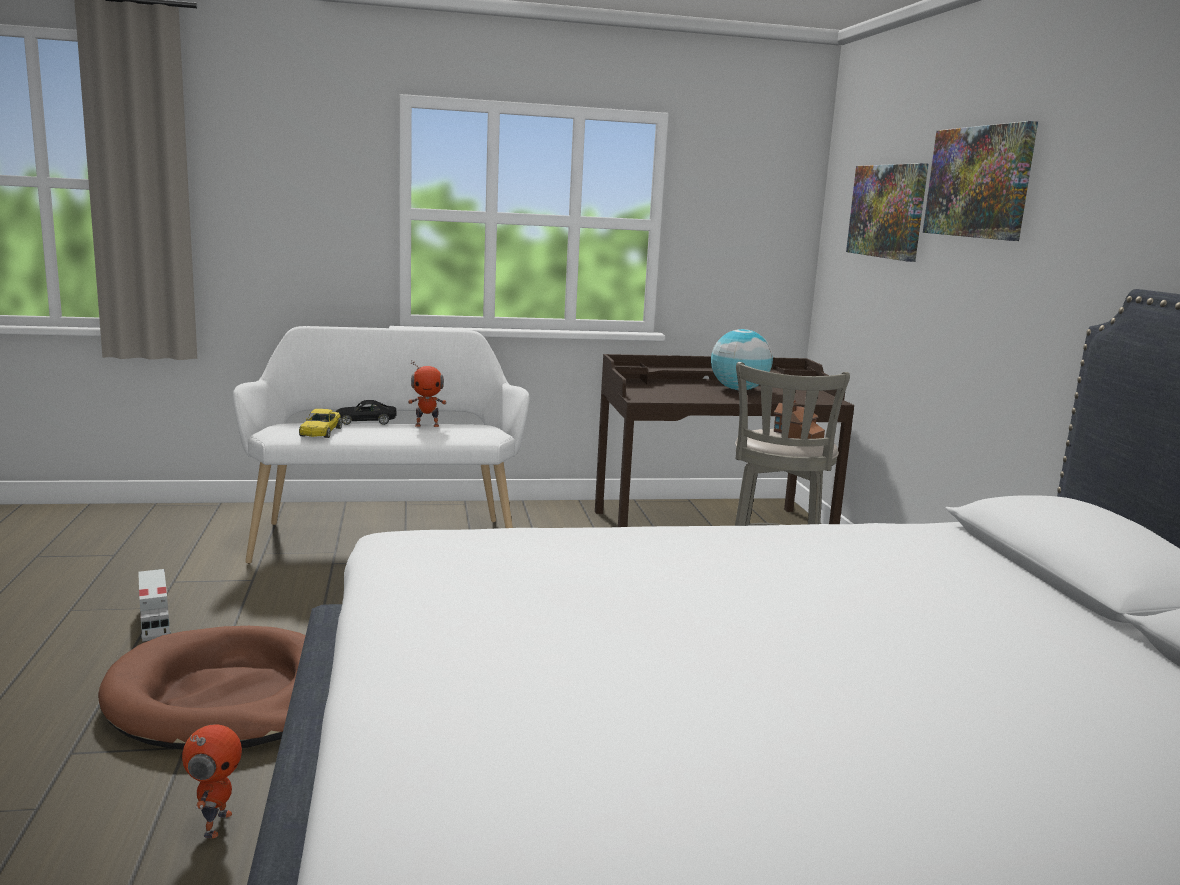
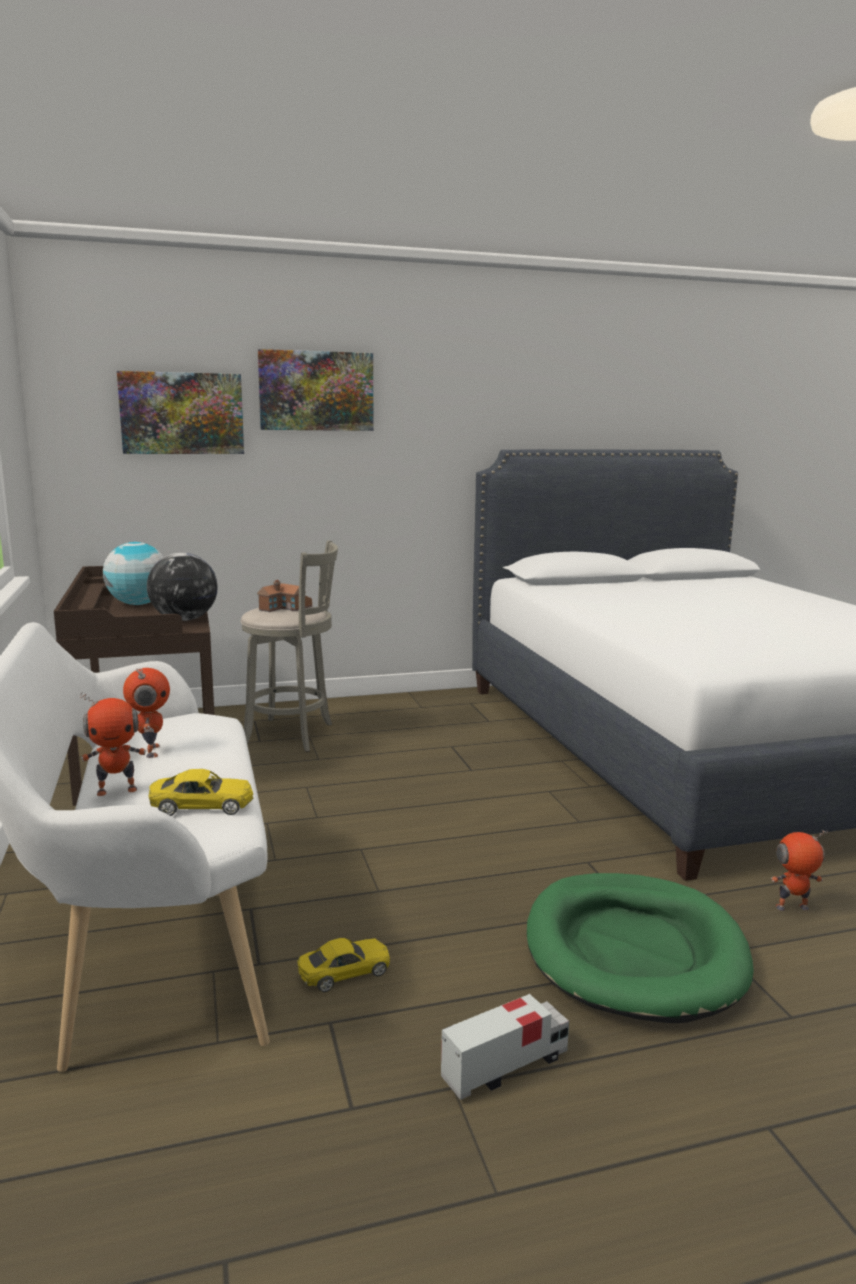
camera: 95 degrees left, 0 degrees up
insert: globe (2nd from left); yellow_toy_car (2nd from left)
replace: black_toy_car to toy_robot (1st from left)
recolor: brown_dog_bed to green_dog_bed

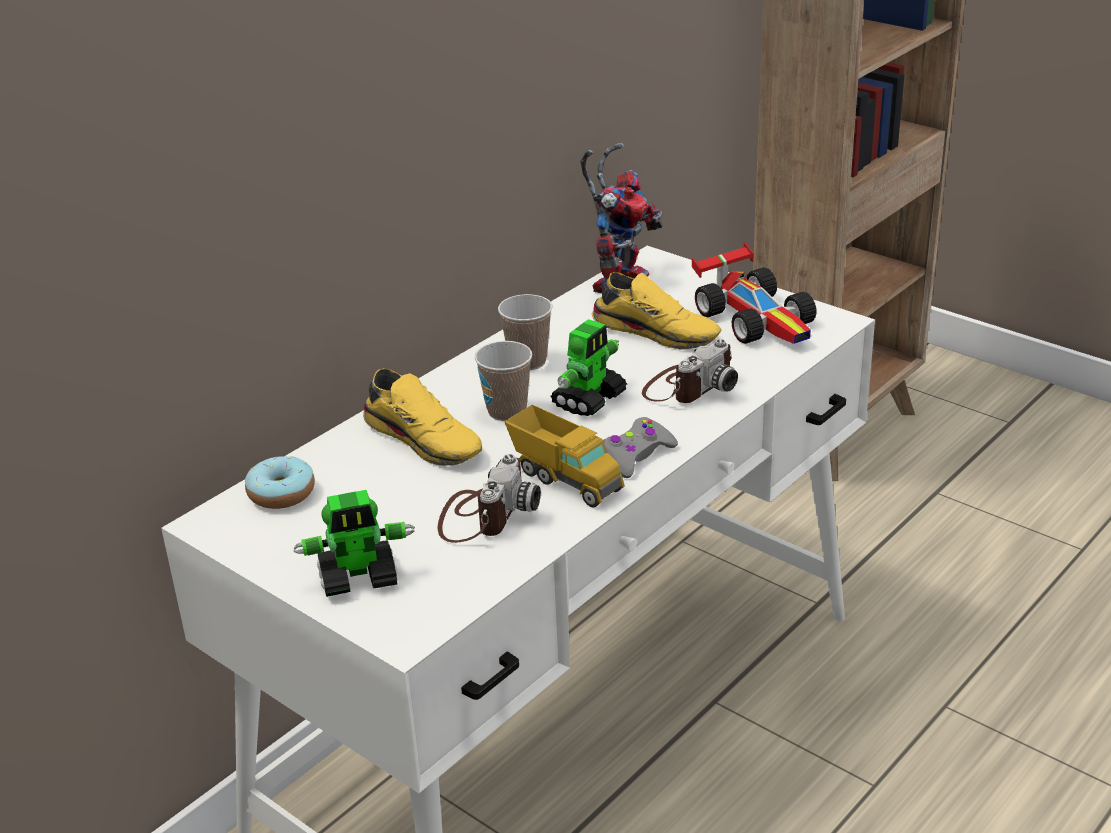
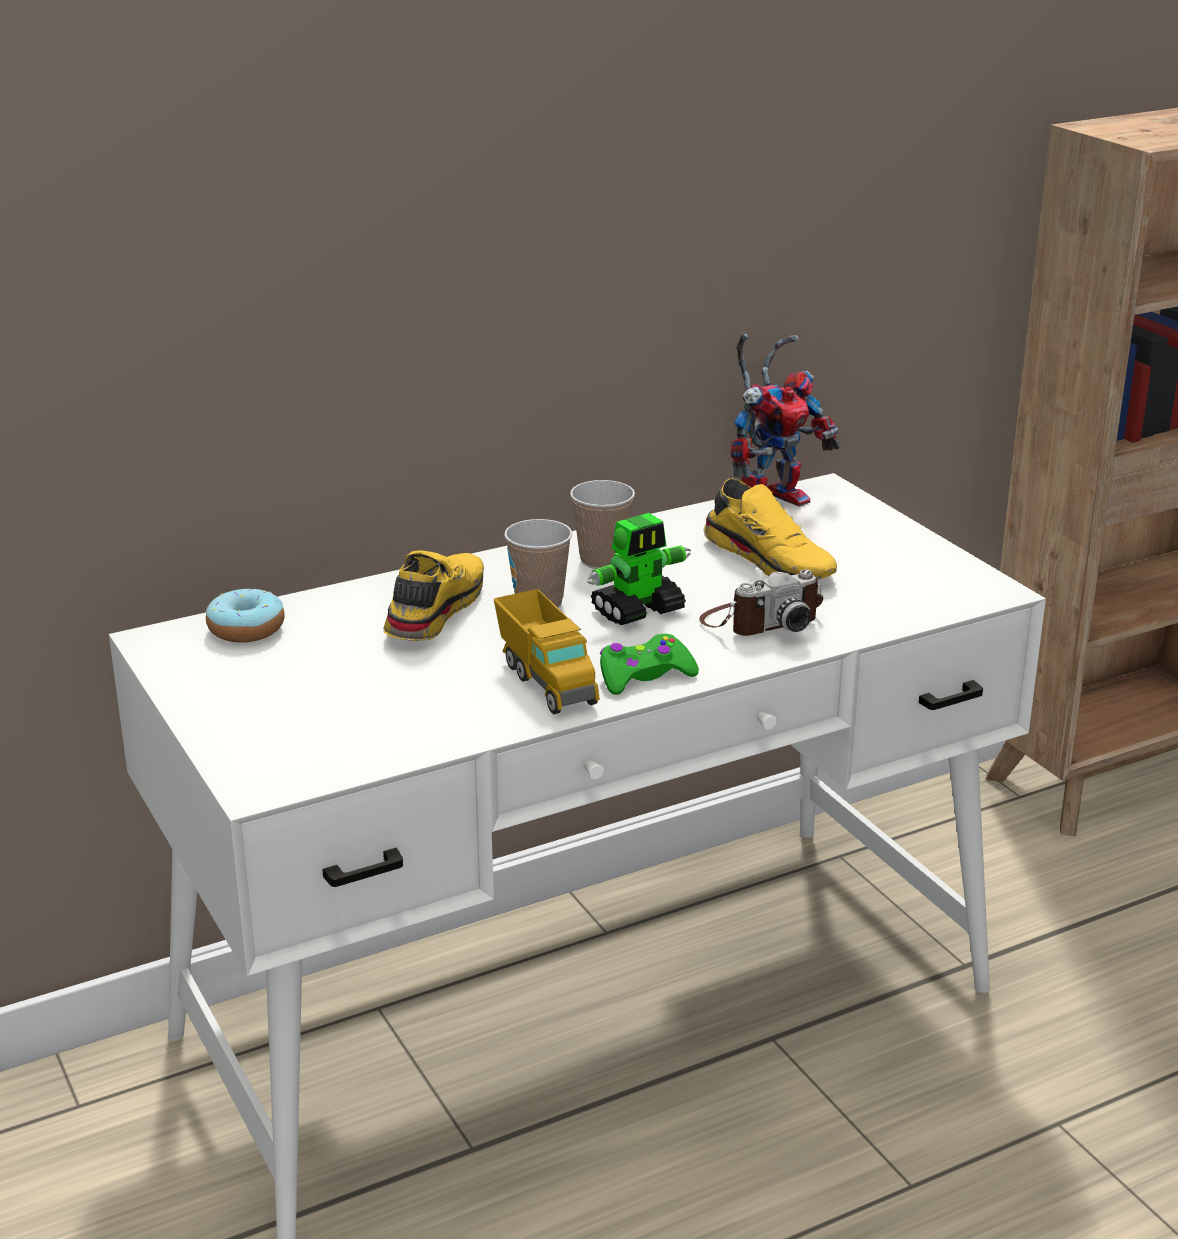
camera: 20 degrees right, 5 degrees down
delete: toy_robot (1st from left); photo_camera (1st from left); toy_car
recolor: grey_game_controller to green_game_controller
rotate: yellow_shoe (1st from left) 135 degrees counterclockwise

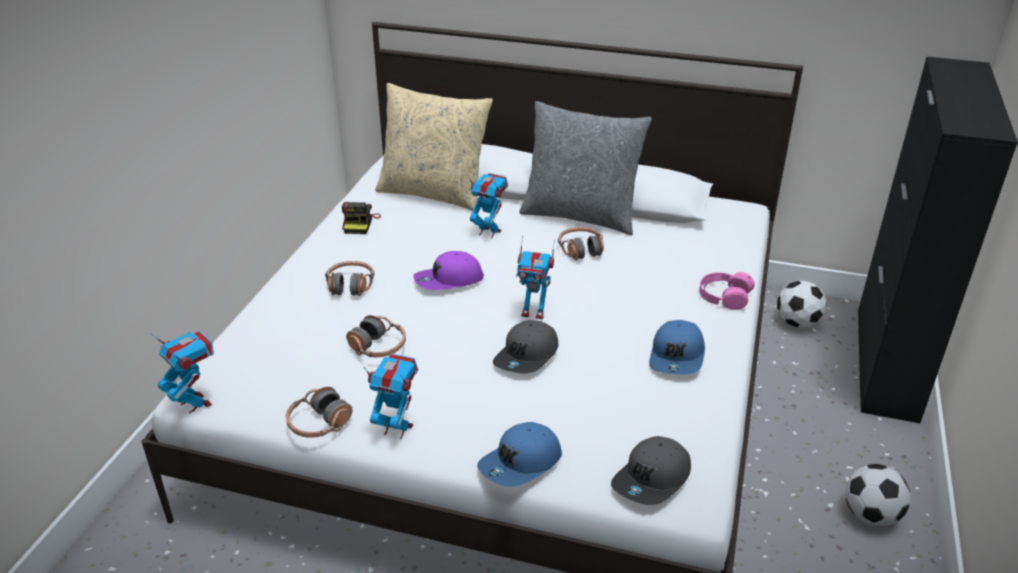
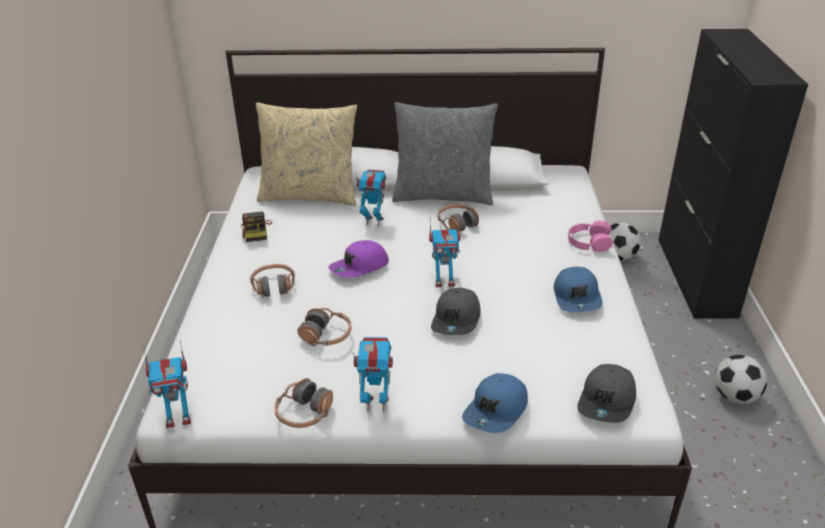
camera: 15 degrees left, 0 degrees up
rotate: toy_robot (1st from left) 135 degrees clockwise

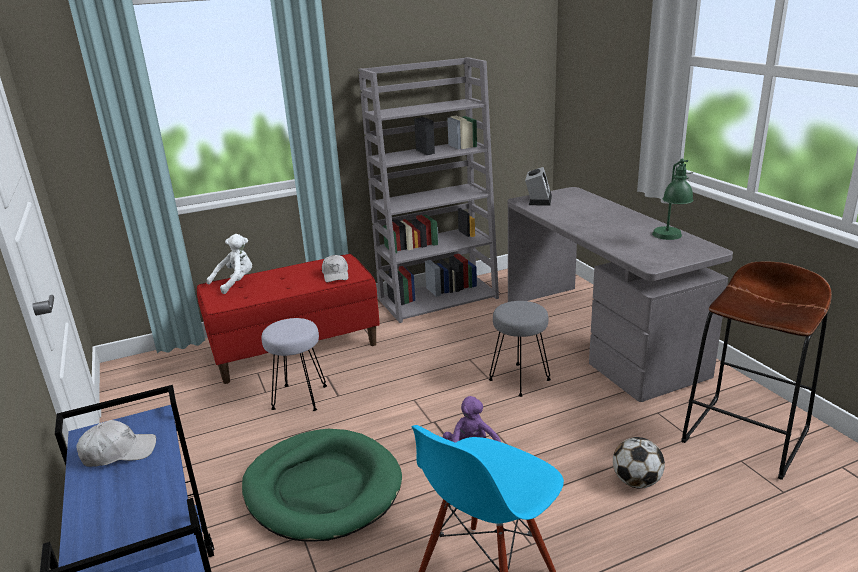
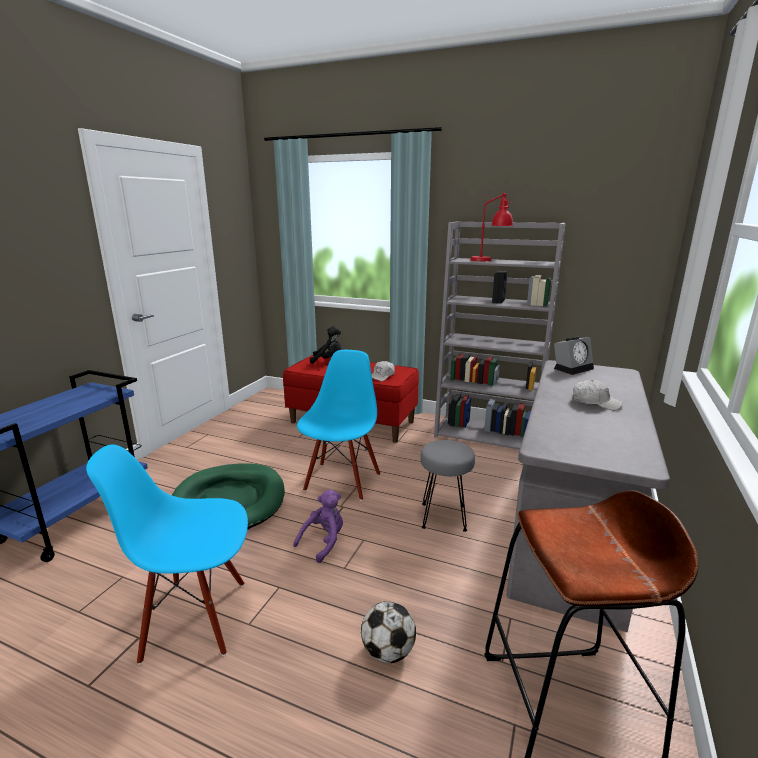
camera: 45 degrees right, 5 degrees down
delete: grey_stool (1st from left); green_table_lamp
insert: blue_chair (2nd from left); red_table_lamp
move: white_cap (1st from left in the first image) to white_cap (2nd from left)
recolor: white_plush_toy to black_plush_toy

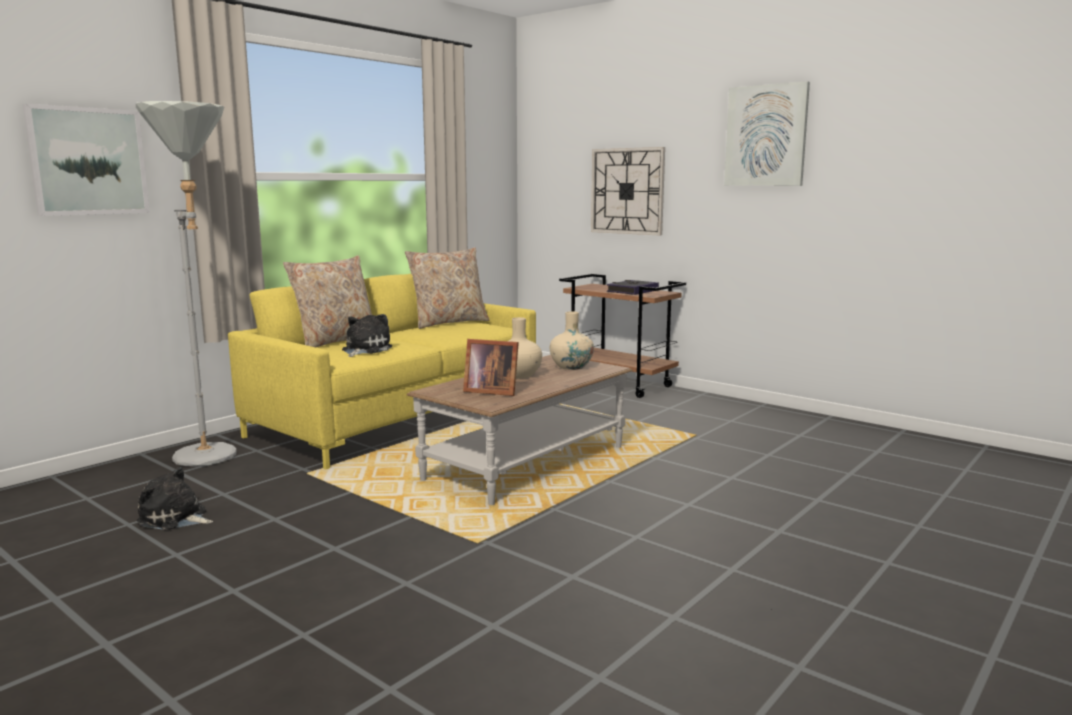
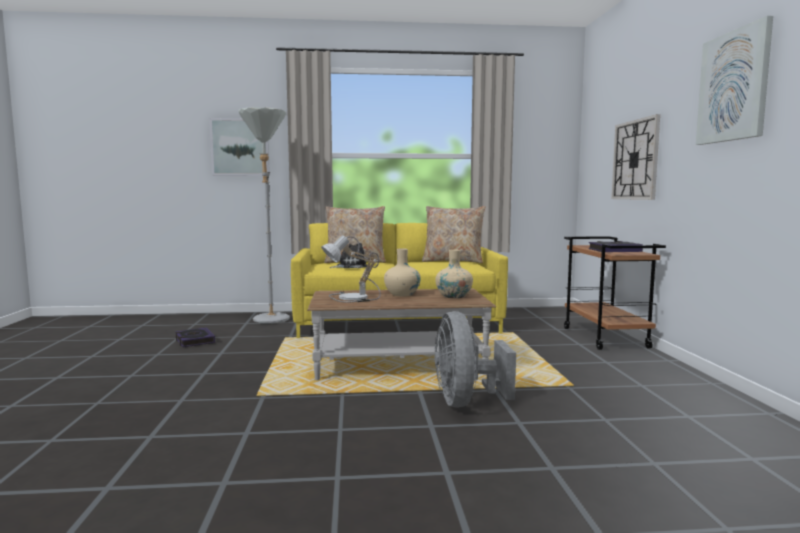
camera: 45 degrees right, 5 degrees down
insert: grey_fan
replace: plush_toy (1st from left) to book (1st from left); picture_frame to table_lamp

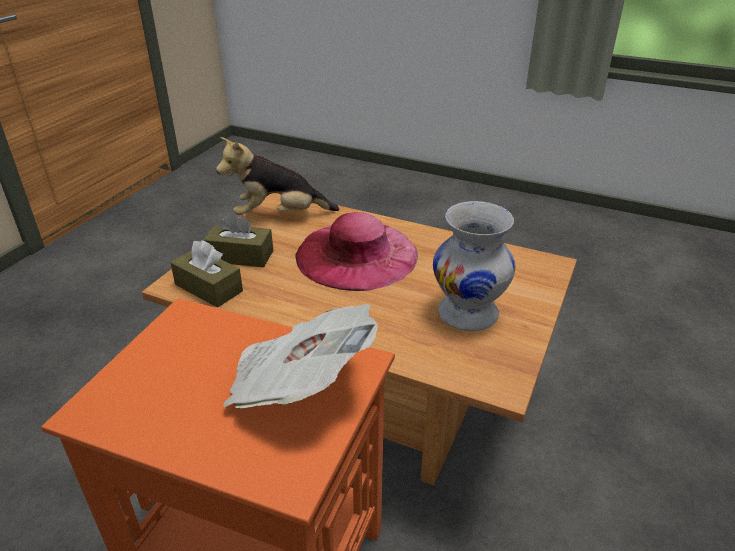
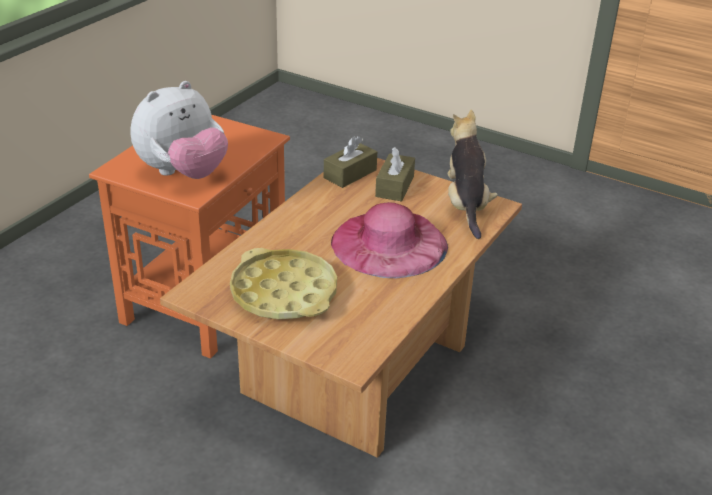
camera: 95 degrees right, 0 degrees up
replace: newspaper to plush_toy (1st from left); white_vase to yellow_tray

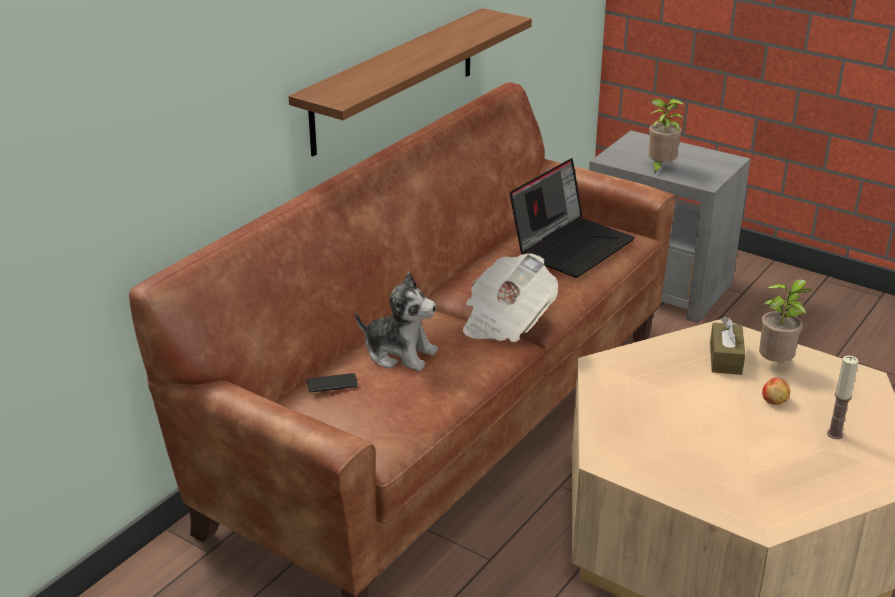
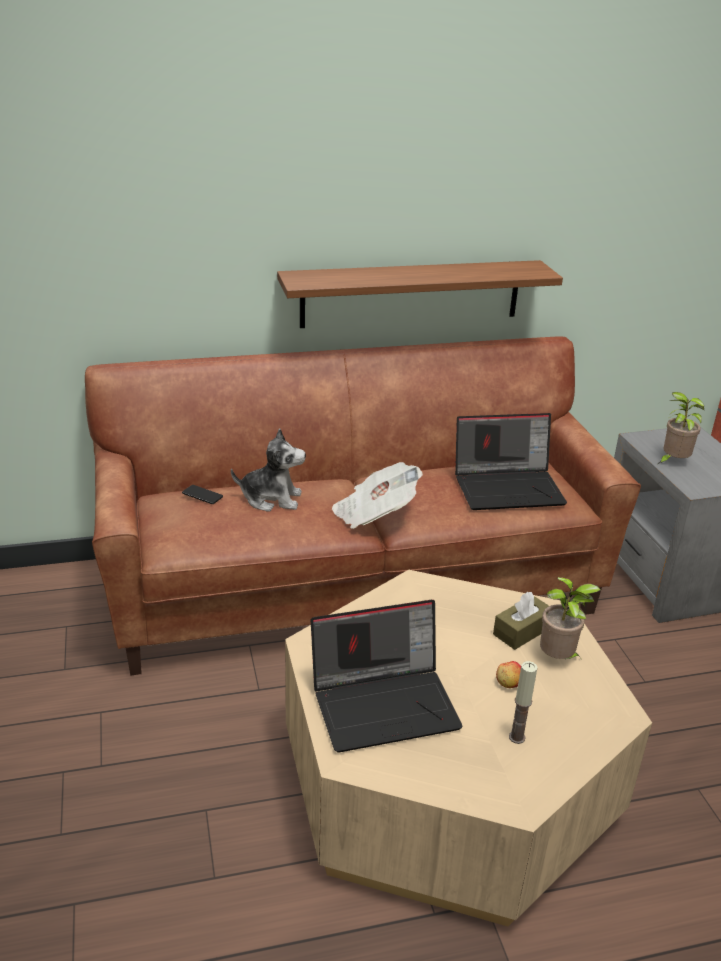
camera: 40 degrees right, 0 degrees up
insert: laptop (1st from left)
rotate: plush_toy 60 degrees counterclockwise

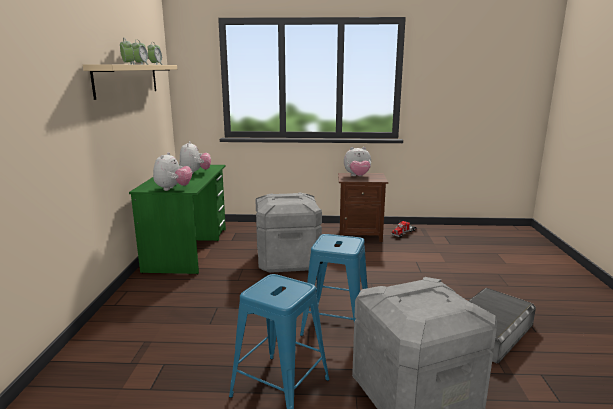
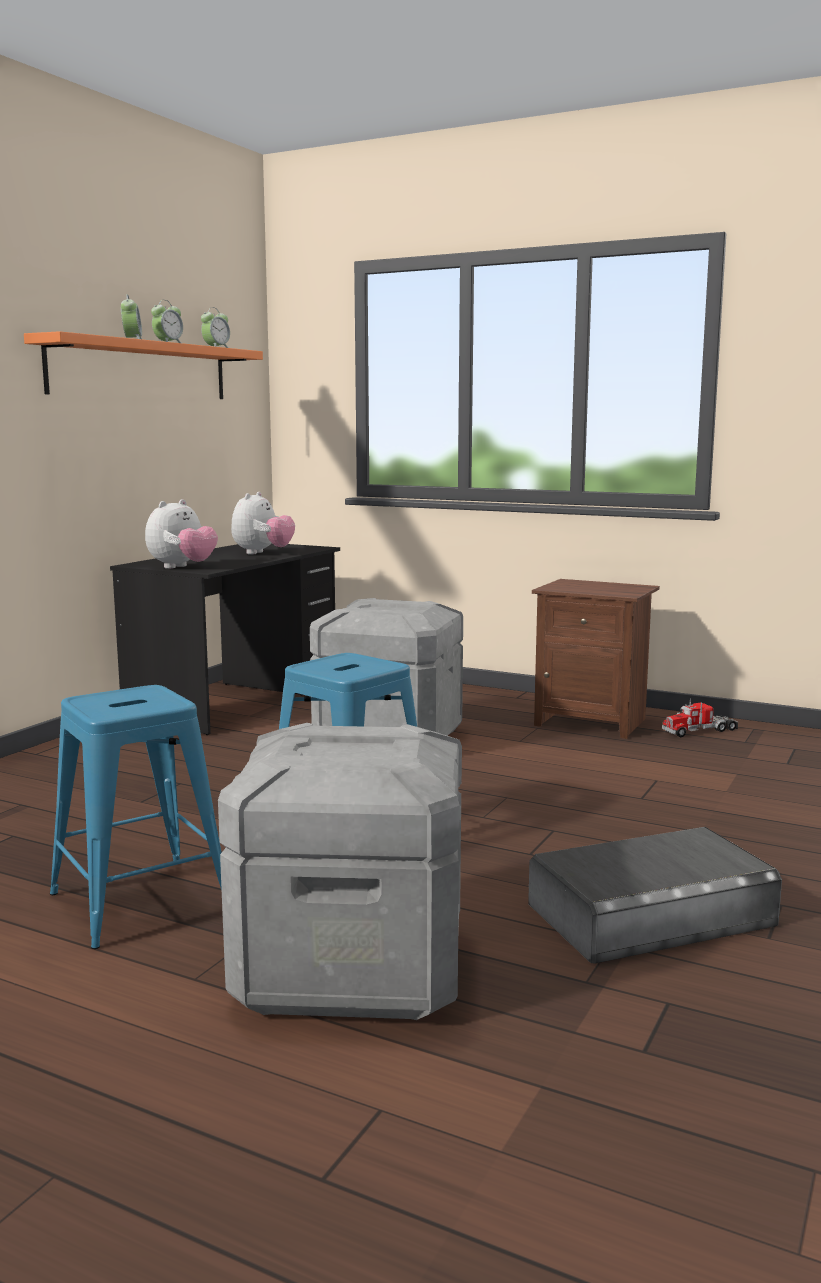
camera: 25 degrees right, 5 degrees down
delete: plush_toy (3rd from left)
recolor: beige_shelf to orange_shelf; green_desk to black_desk

